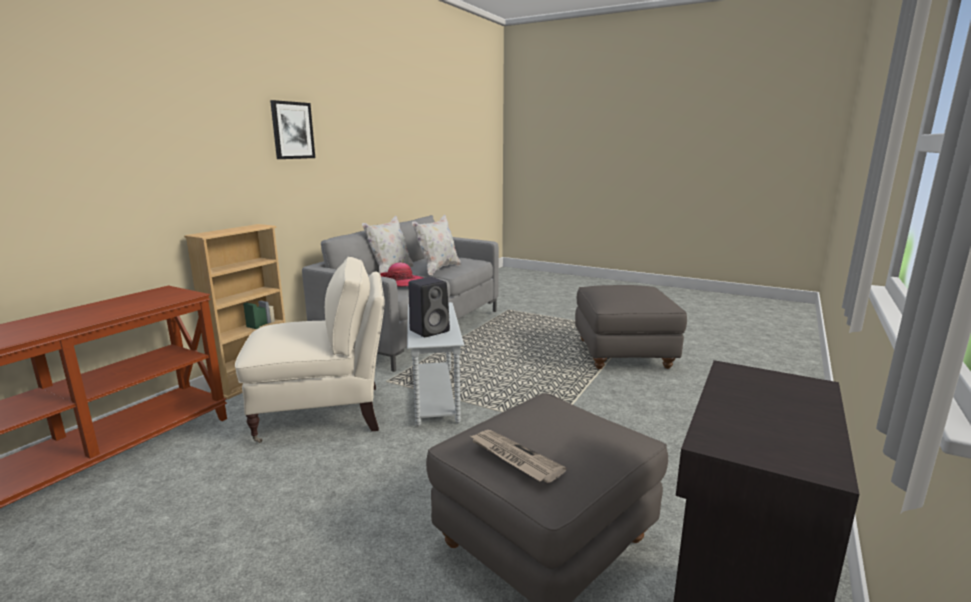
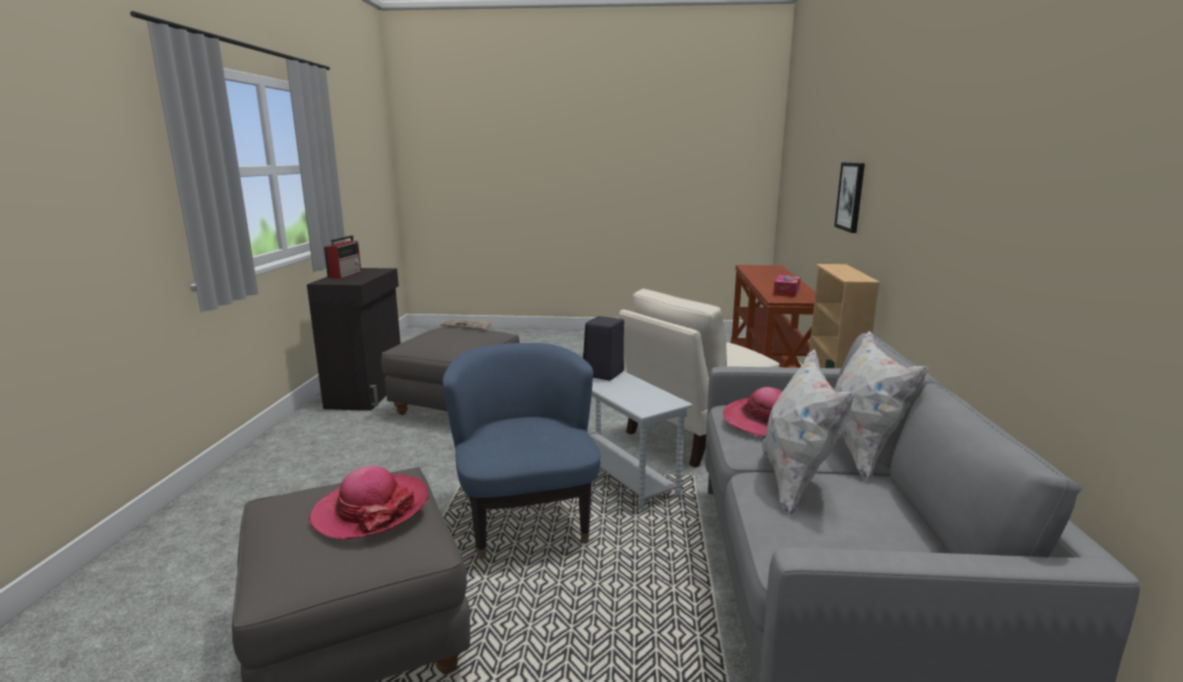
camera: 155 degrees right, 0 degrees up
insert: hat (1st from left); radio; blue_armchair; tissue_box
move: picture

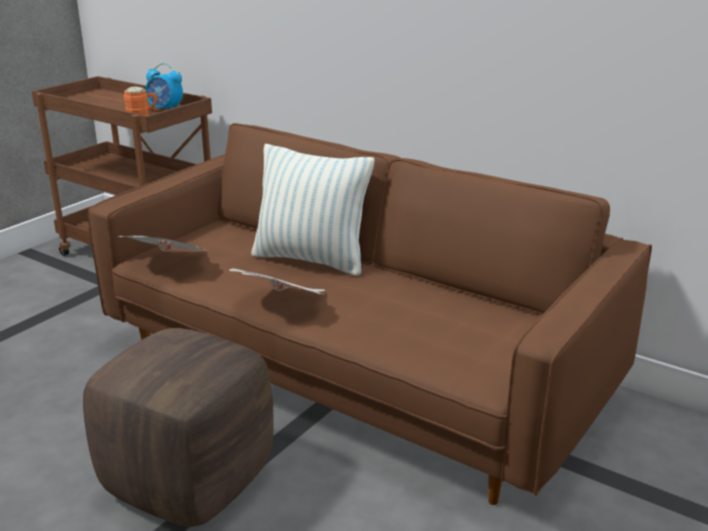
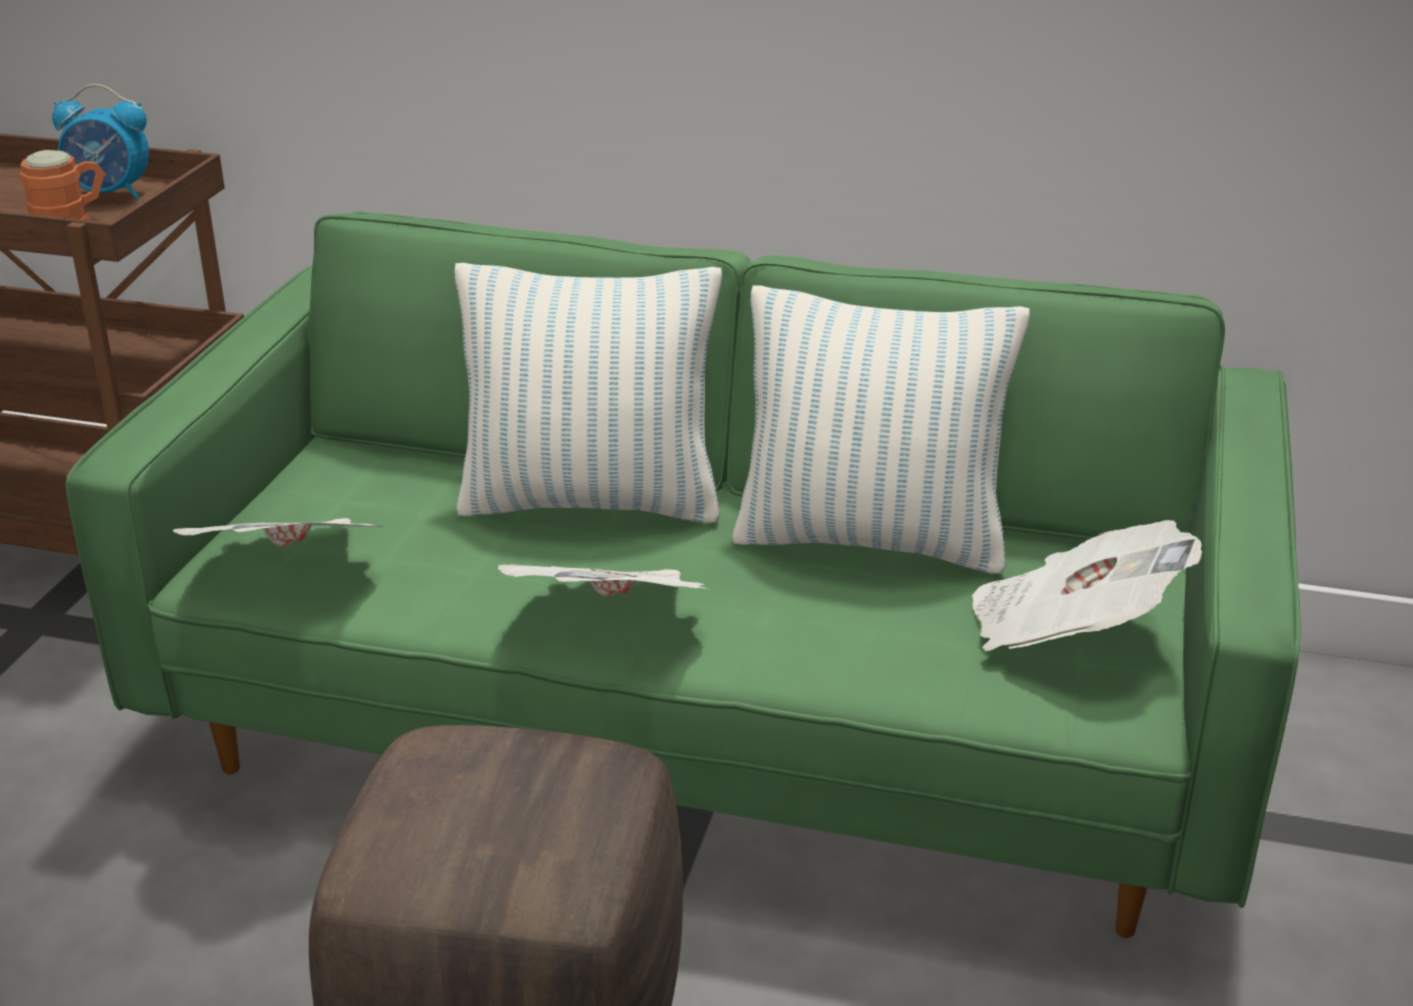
camera: 20 degrees left, 5 degrees up
insert: pillow (2nd from left); newspaper (3rd from left)
recolor: brown_sofa to green_sofa

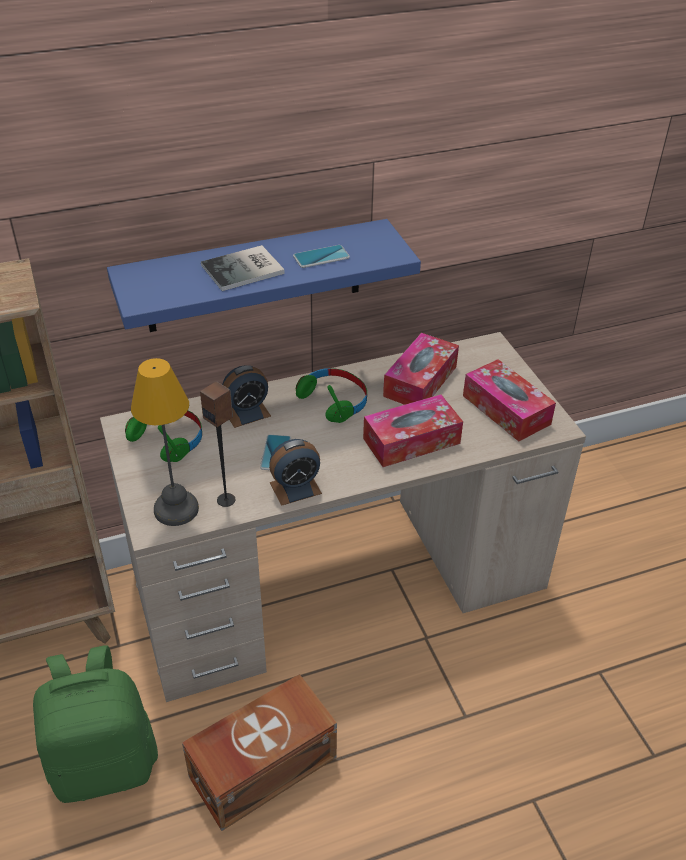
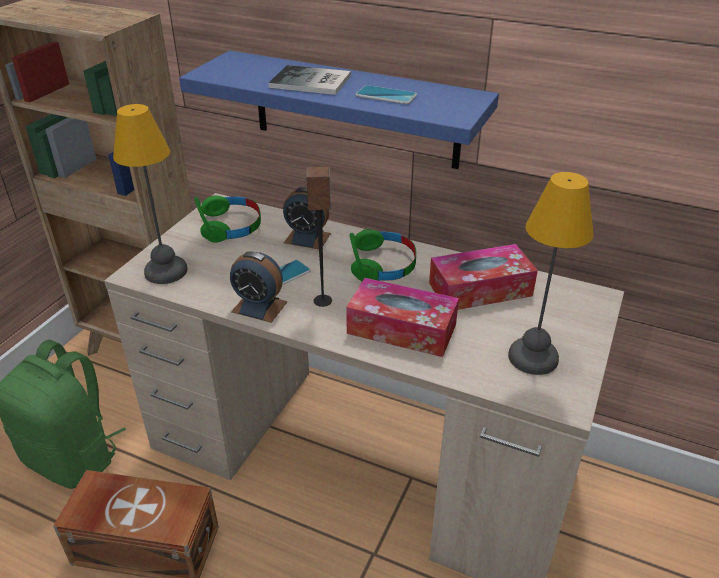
camera: 45 degrees right, 5 degrees down
move: speaker
replace: tissue_box (3rd from left) to table_lamp (2nd from left)

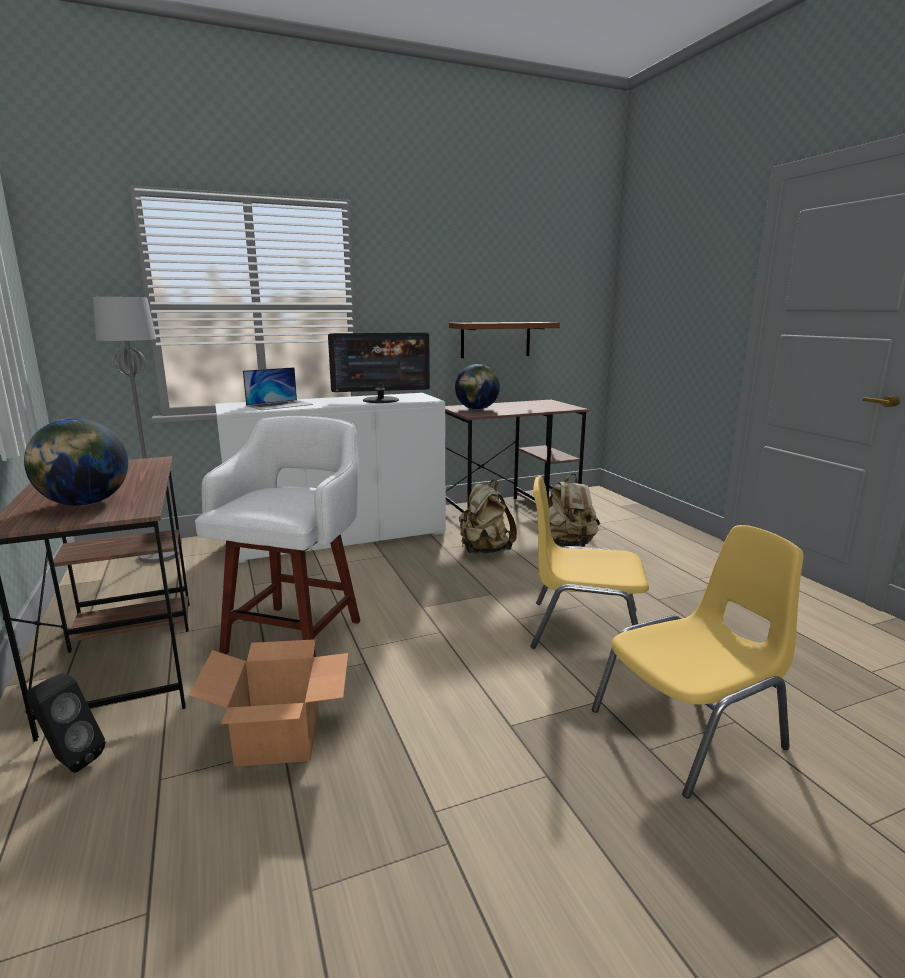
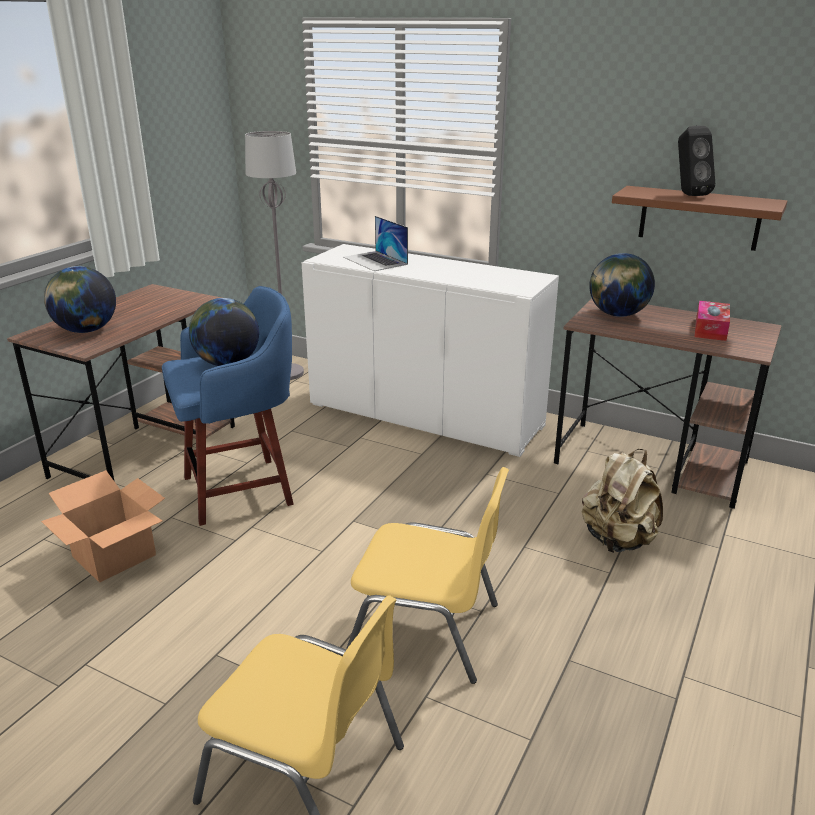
camera: 50 degrees right, 10 degrees up
delete: monitor; beige_backpack (1st from left)
insert: globe (2nd from left); tissue_box
move: black_speaker
recolor: white_stool to blue_stool
rotate: laptop 45 degrees clockwise; yellow_chair (1st from left in the first image) 135 degrees clockwise

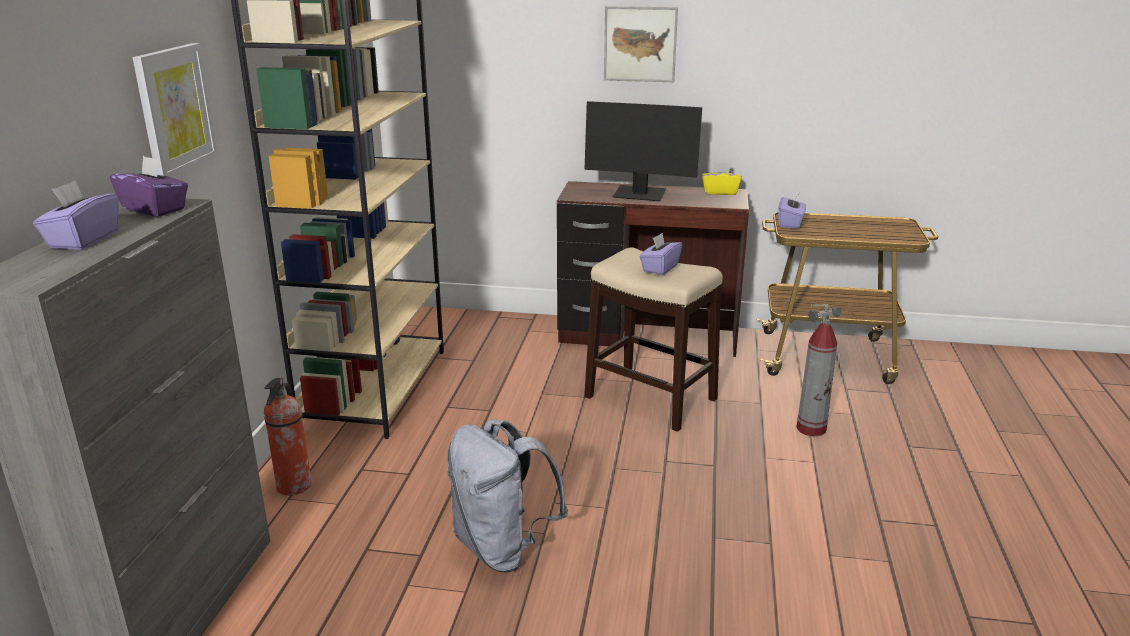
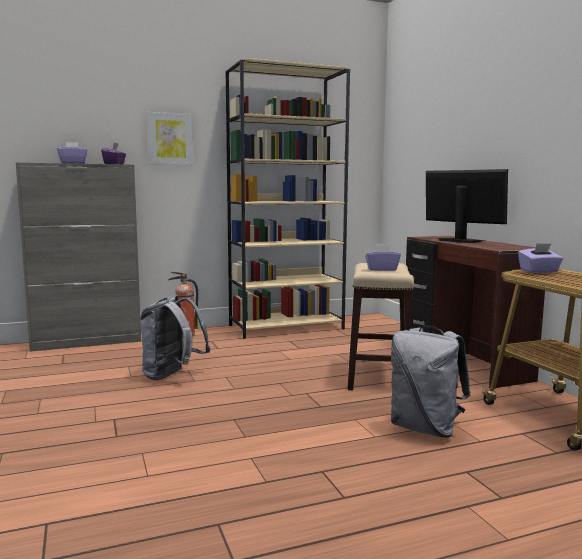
camera: 60 degrees right, 15 degrees down
delete: picture (2nd from left); yellow_tissue_box
replace: fire_extinguisher (2nd from left) to grey_backpack (2nd from left)
rotate: monitor 150 degrees clockwise

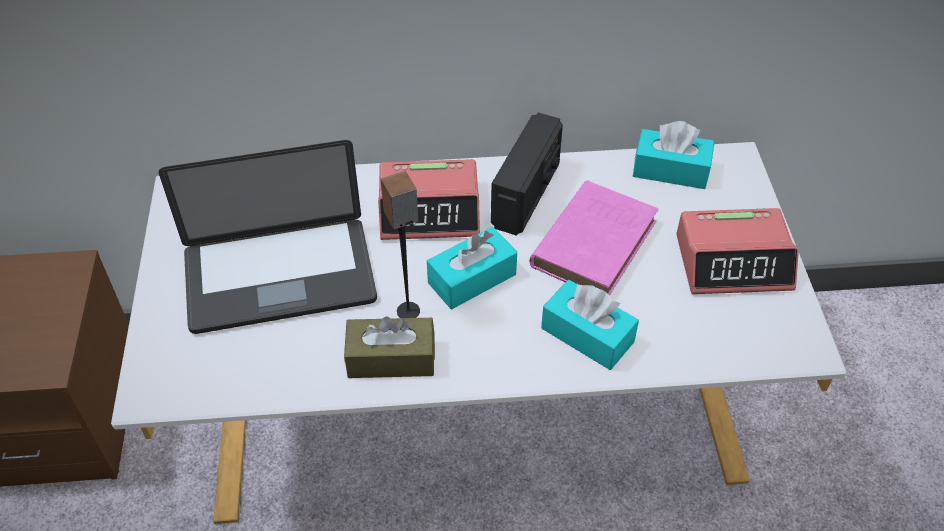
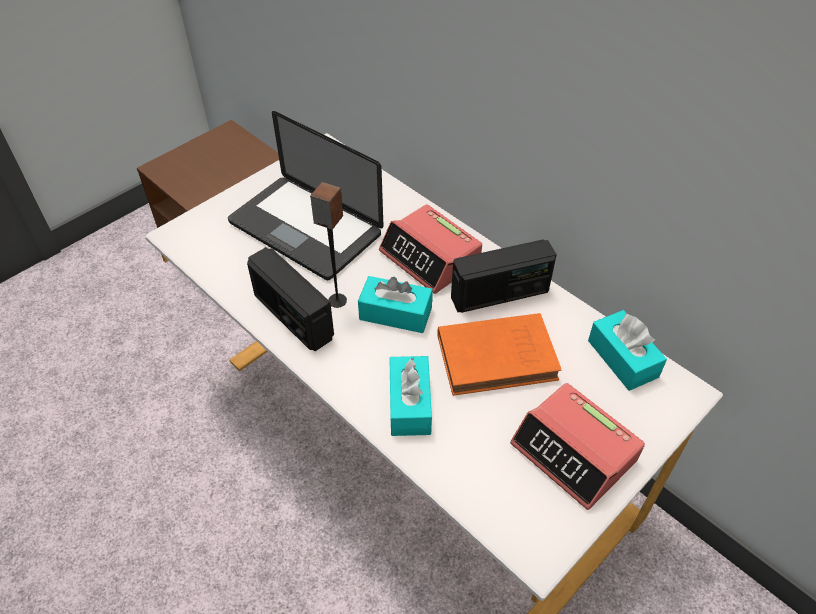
camera: 50 degrees right, 0 degrees up
replace: brown_tissue_box to radio (1st from left)
recolor: pink_book to orange_book

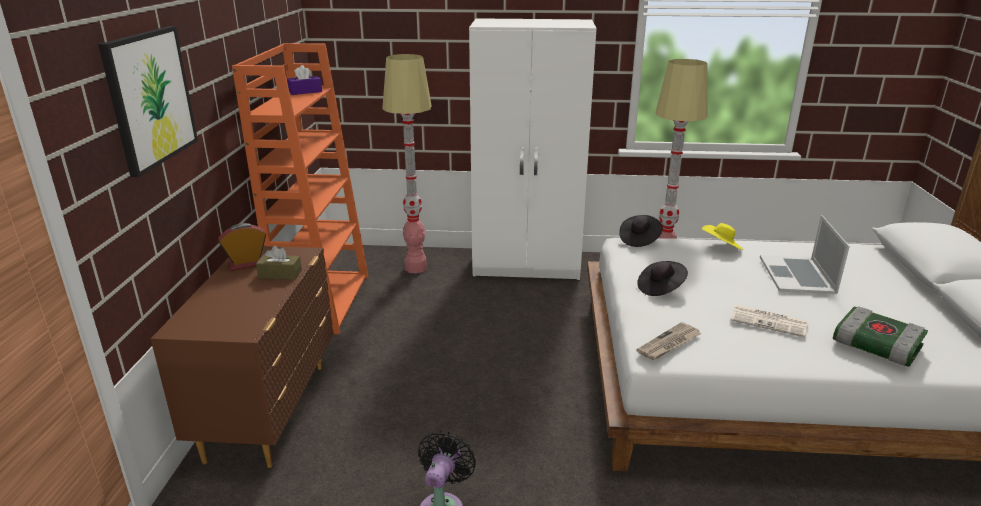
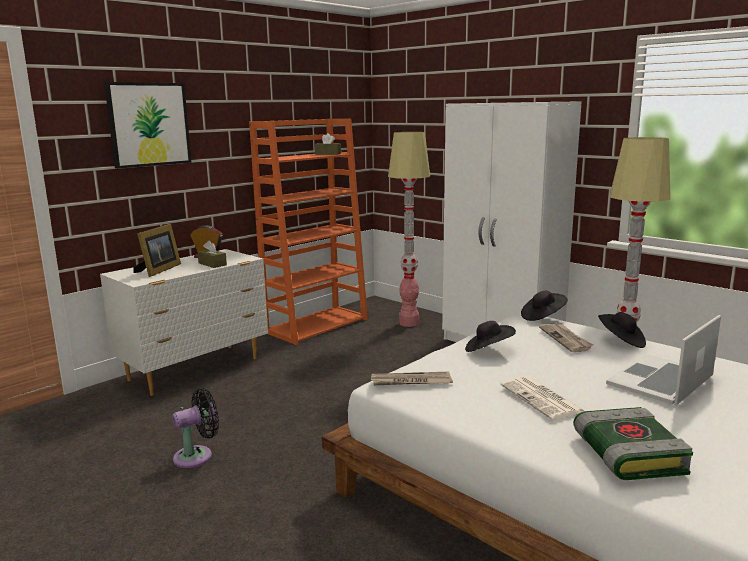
camera: 40 degrees right, 10 degrees down
insert: picture_frame; newspaper (3rd from left)
recolor: brown_dresser to white_dresser; purple_tissue_box to brown_tissue_box (2nd from left); yellow_hat to black_hat (3rd from left)

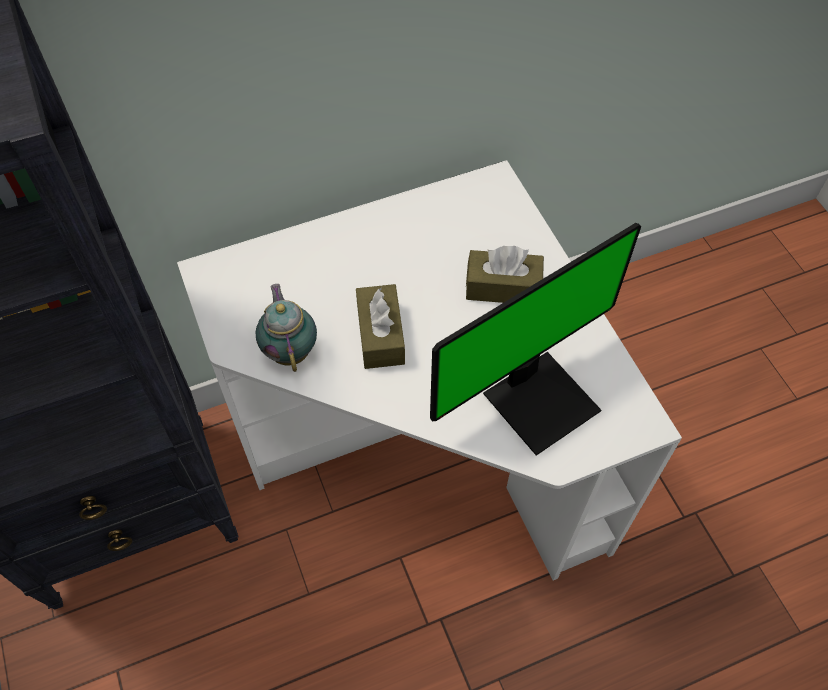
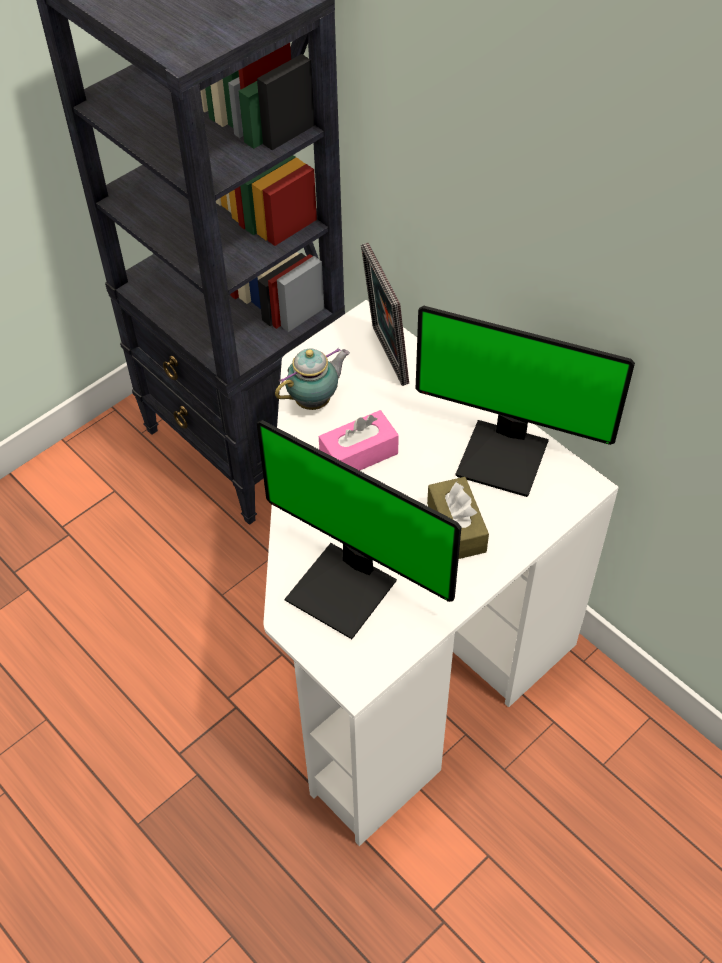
camera: 70 degrees right, 5 degrees down
insert: picture_frame; monitor (2nd from left)
recolor: brown_tissue_box (1st from left) to pink_tissue_box

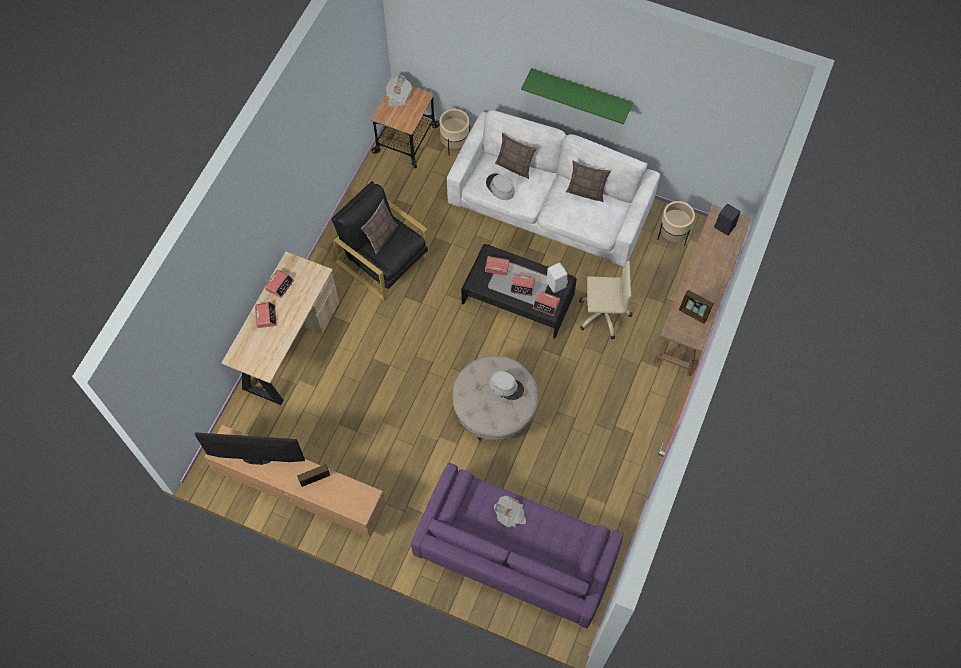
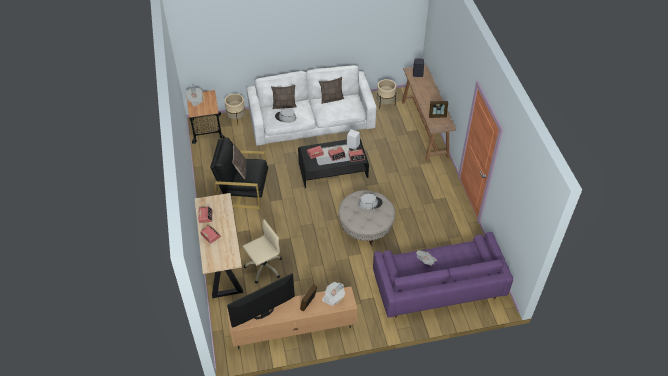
camera: 35 degrees left, 15 degrees down
delete: green_shelf
insert: newspaper (2nd from left)
move: beige_office_chair

